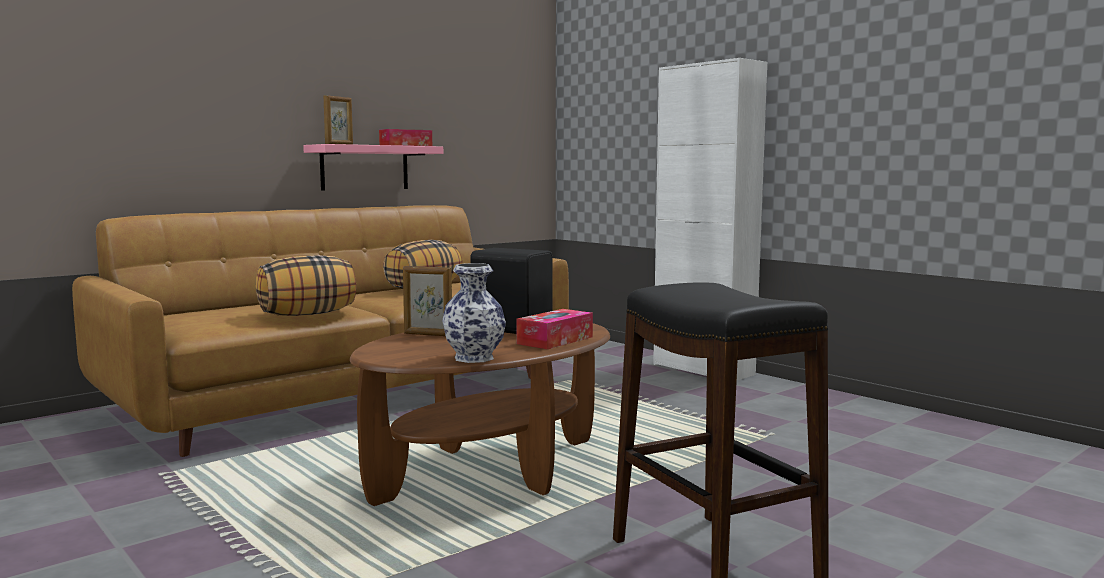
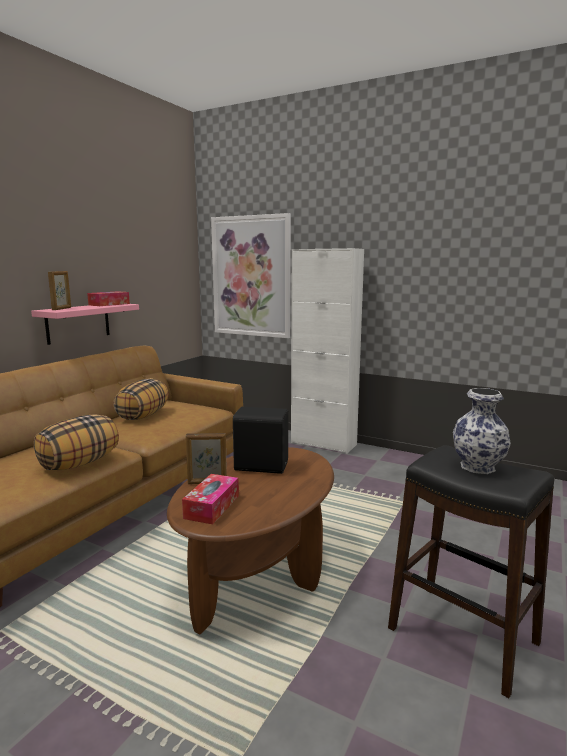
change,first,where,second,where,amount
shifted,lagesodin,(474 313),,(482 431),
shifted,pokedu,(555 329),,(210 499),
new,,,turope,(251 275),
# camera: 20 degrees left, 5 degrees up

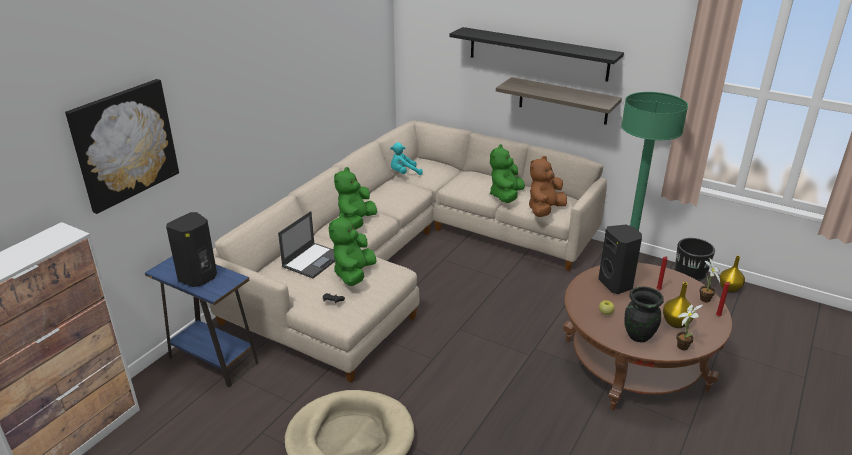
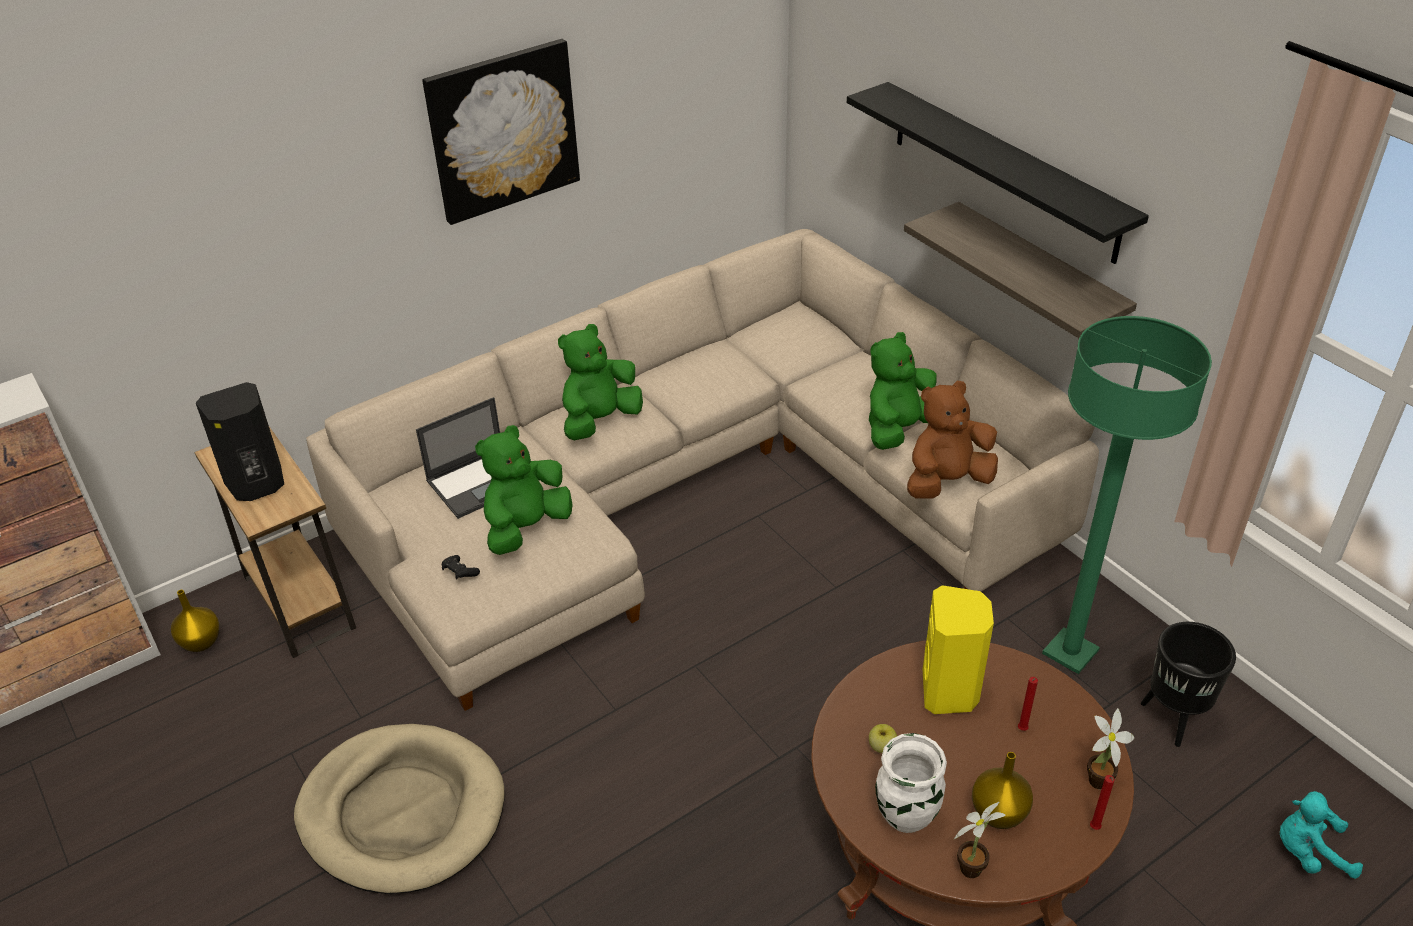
change,first,where,second,where,amount
shifted,turope,(122 146),,(501 132),
shifted,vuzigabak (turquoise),(406 158),,(1321 835),
repainted,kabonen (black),(620 259),kabonen (yellow),(958 649),
repainted,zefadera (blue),(202 321),zefadera (brown),(275 542),
shifted,lagesodin (yellow),(732 274),,(195 621),
repainted,lagesodin (black),(644 314),lagesodin (white),(911 783),
# camera: 25 degrees right, 10 degrees up

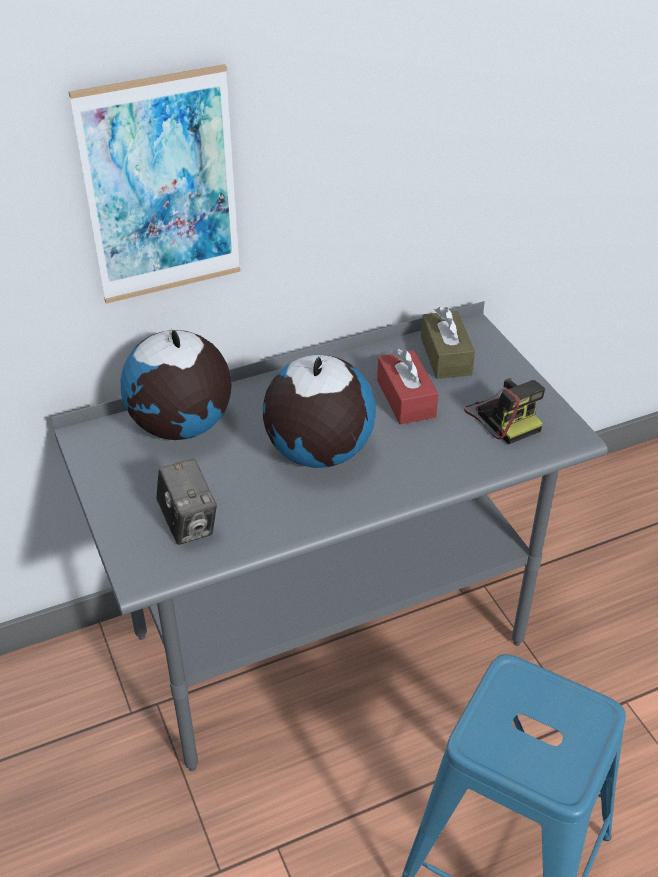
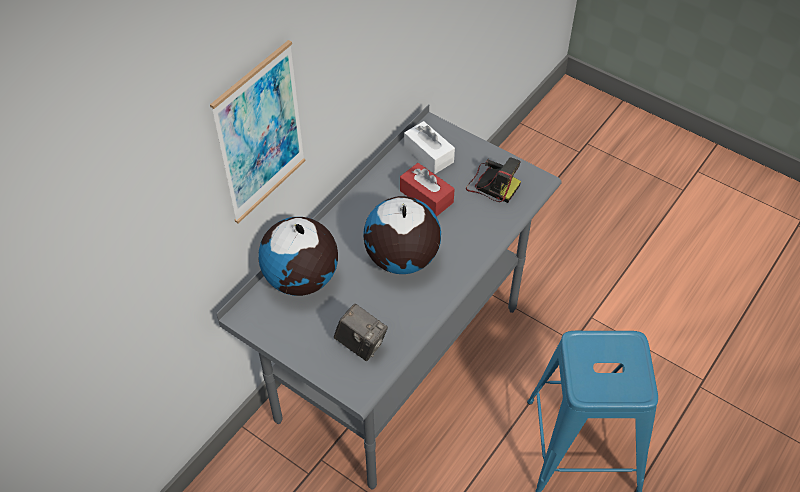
change,first,where,second,where,amount
repainted,pokedu (brown),(448 343),pokedu (white),(429 147),
# camera: 30 degrees left, 10 degrees up

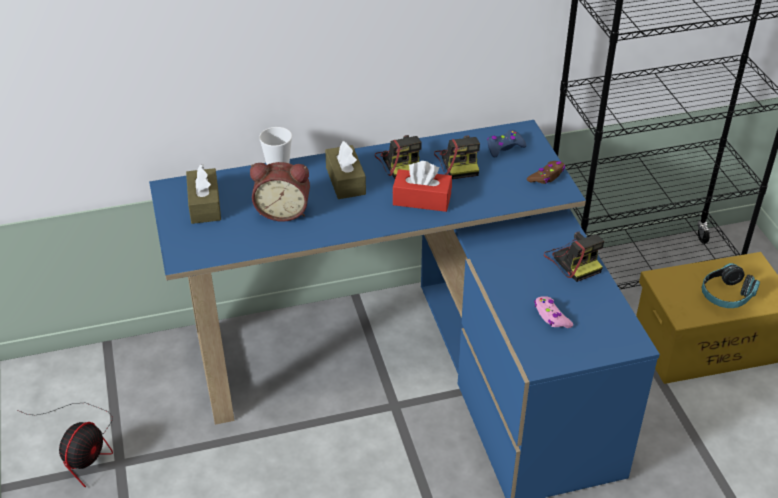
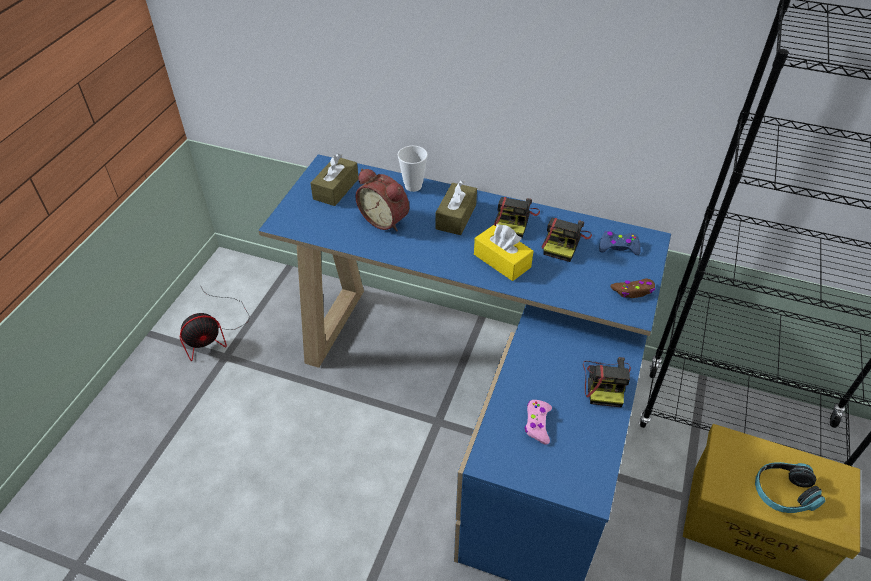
change,first,where,second,where,amount
repainted,pokedu (red),(422 186),pokedu (yellow),(503 252),
# camera: 35 degrees right, 5 degrees up

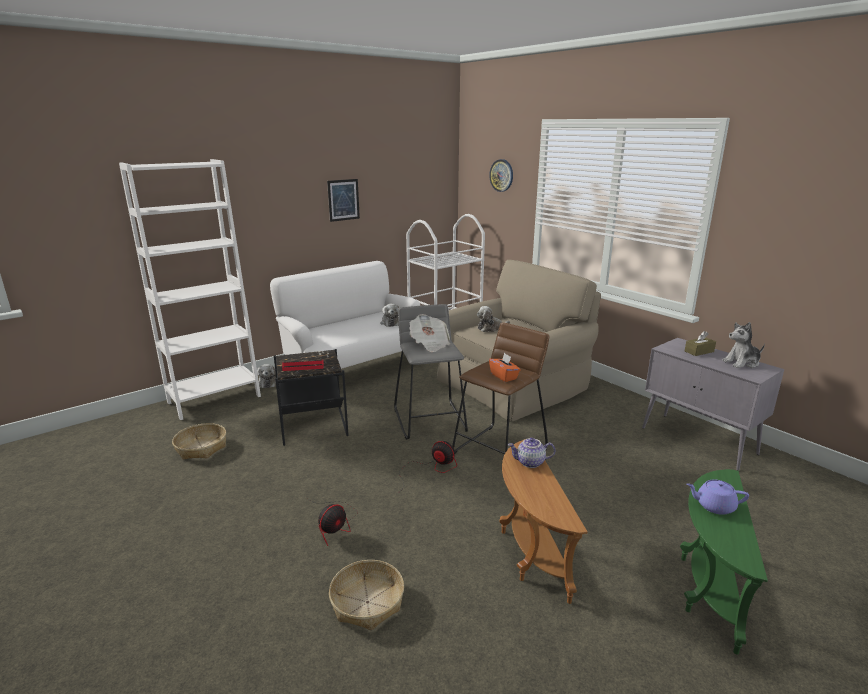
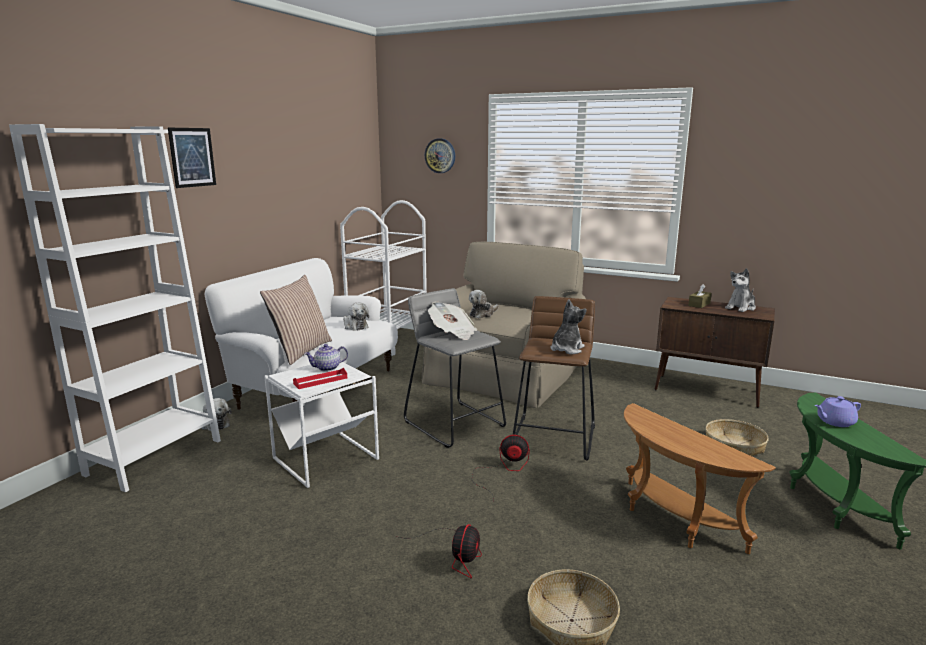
change,first,where,second,where,amount
shifted,turope,(343 200),,(192 158),
repainted,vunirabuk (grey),(713 404),vunirabuk (brown),(715 352),
repainted,zefadera (black),(311 397),zefadera (white),(321 425),
swapped,pokedu (orange),(505 367),vuzigabak,(569 327),
shifted,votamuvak,(199 441),,(736 437),
shifted,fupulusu,(531 453),,(326 357),
new,,,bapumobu,(296 320),
# camera: 25 degrees left, 5 degrees down

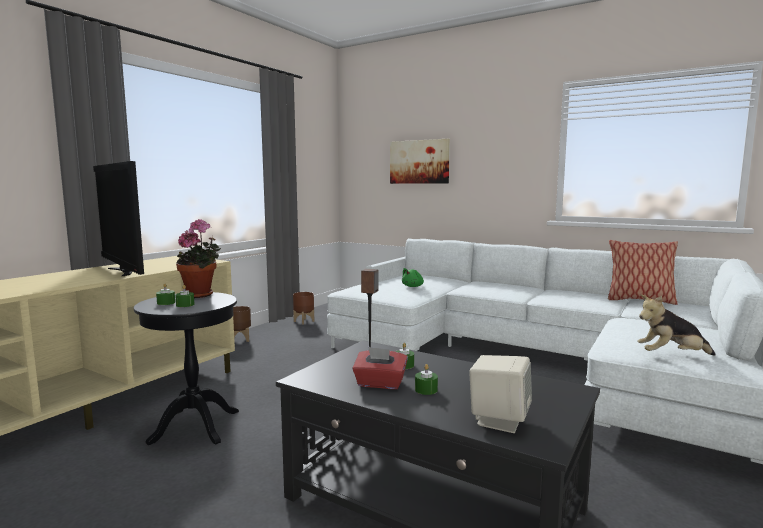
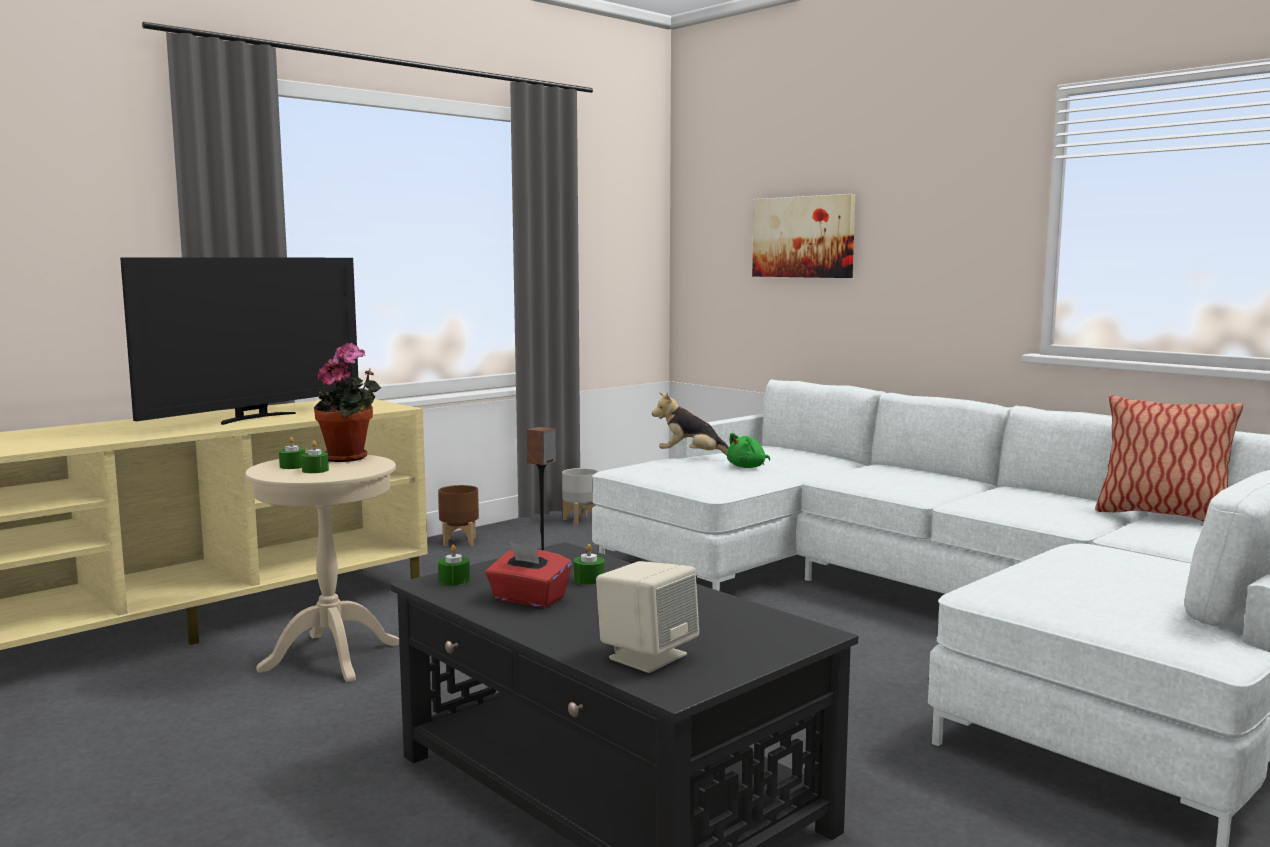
change,first,where,second,where,amount
rotated,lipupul,(118 218),,(239 341),120 degrees counterclockwise
repainted,zefadera (black),(186 368),zefadera (beige),(322 568),
repainted,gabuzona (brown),(303 308),gabuzona (grey),(580 496),
shifted,vuzigabak,(676 325),,(690 423),
shifted,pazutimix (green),(426 379),,(454 565),
# camera: 15 degrees right, 0 degrees up

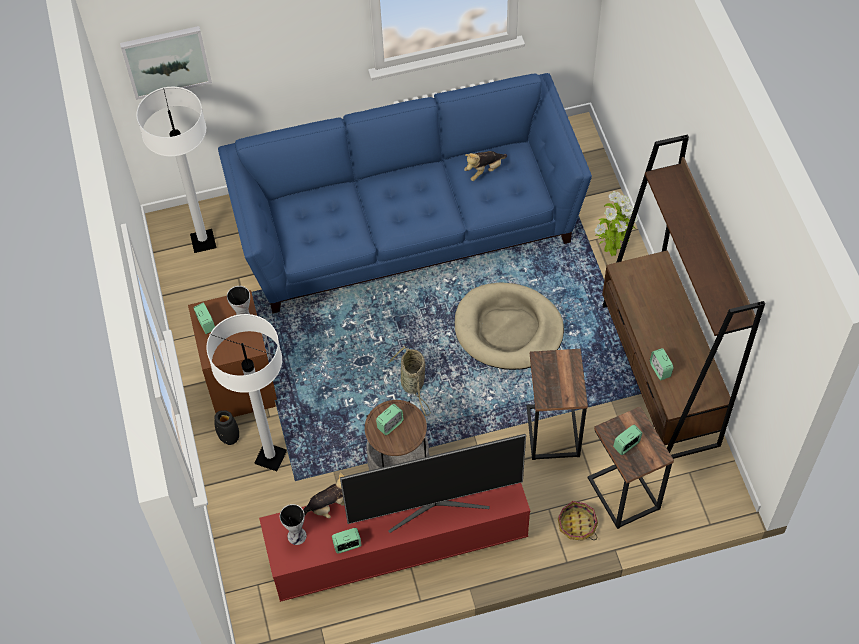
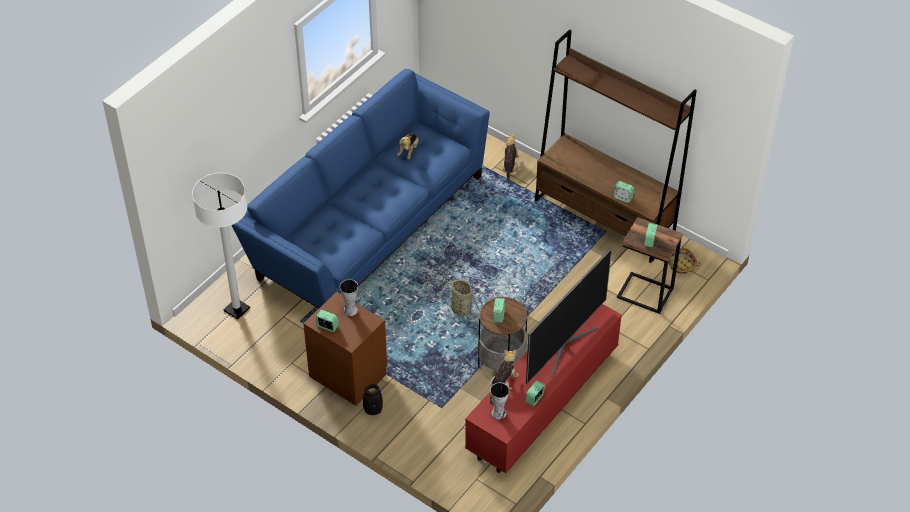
change,first,where,second,where,amount
gone,turope,(166 63),,,
swapped,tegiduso,(616 224),vuzigabak,(511 159),
gone,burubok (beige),(509 326),,,
gone,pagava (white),(246 392),,,
gone,zefadera,(557 404),,,
shifted,votamuvak,(578 521),,(684 261),
# camera: 40 degrees left, 10 degrees down

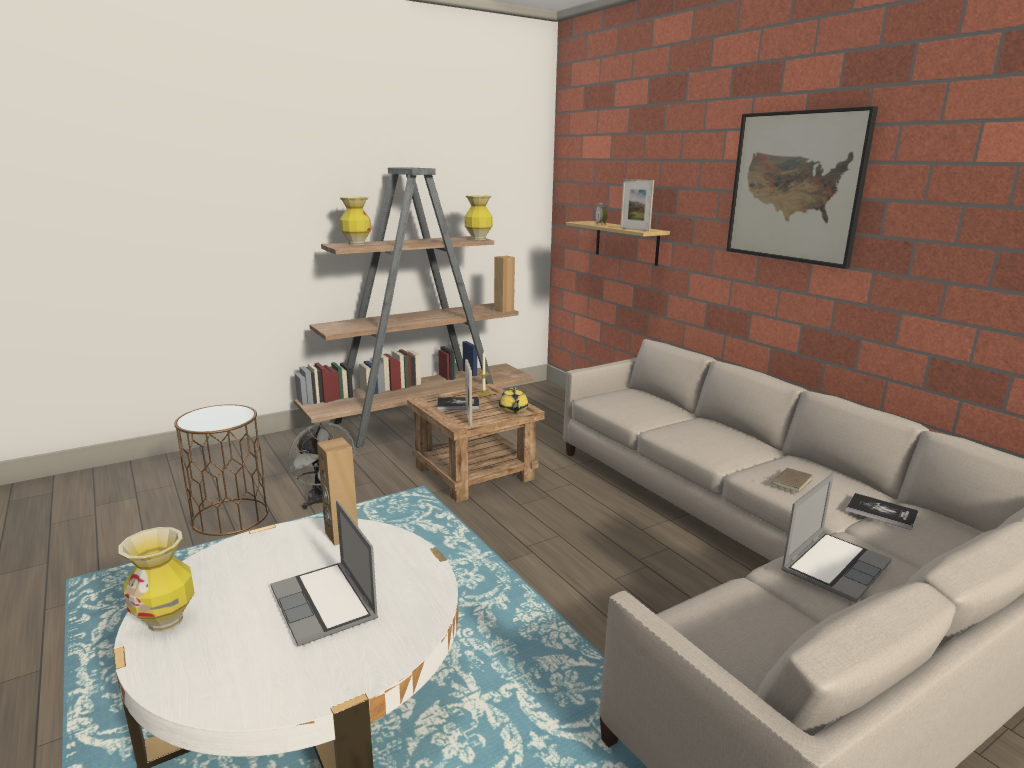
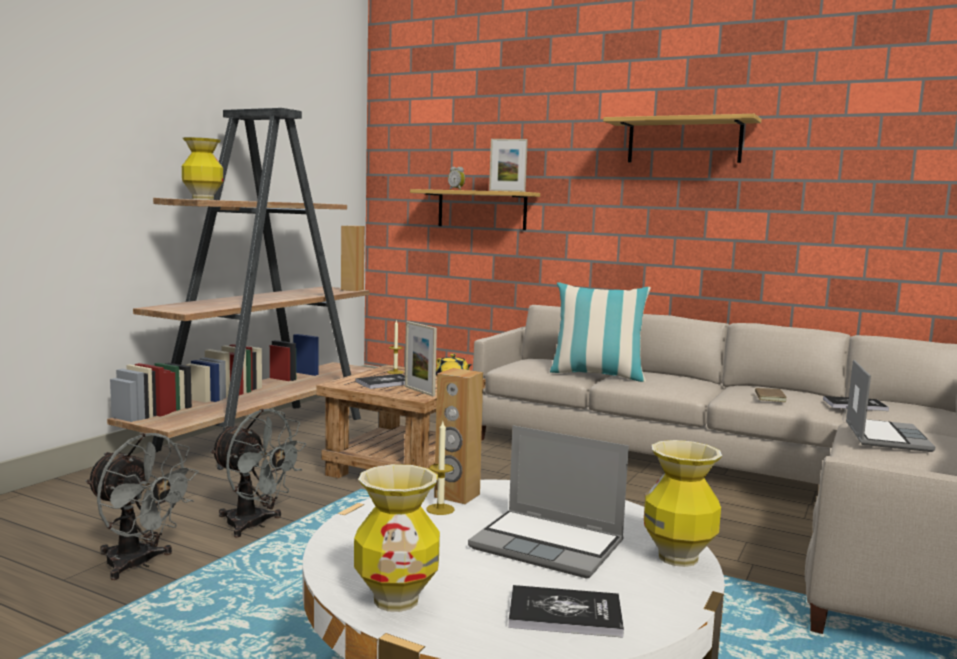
change,first,where,second,where,amount
swapped,turope,(802 187),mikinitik,(682 138),
shifted,lagesodin,(478 217),,(683 503),
swapped,zefadera (brown),(221 470),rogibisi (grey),(142 506),
new,,,bapumobu,(600 332),
new,,,pazutimix,(440 468),
new,,,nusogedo,(566 611),
# camera: 30 degrees left, 10 degrees down

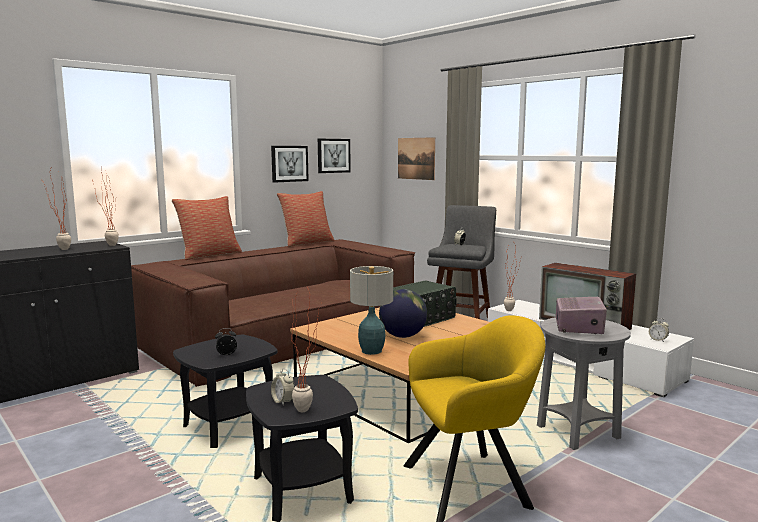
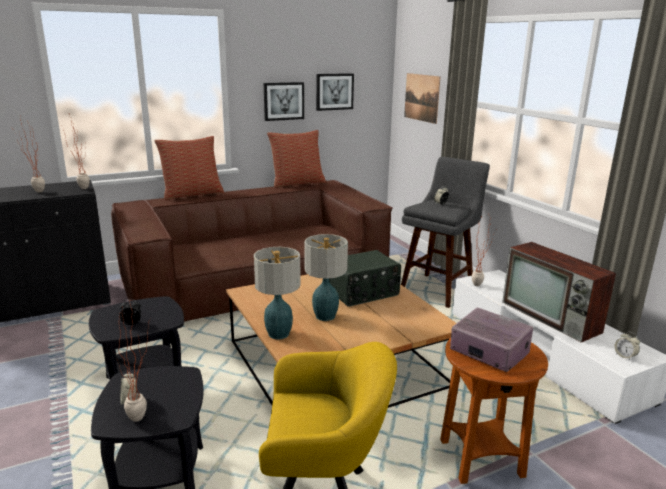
change,first,where,second,where,amount
swapped,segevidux,(403 313),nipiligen,(326 277),
rotated,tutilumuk,(581 315),,(491 340),75 degrees counterclockwise
repainted,zefadera (grey),(584 383),zefadera (brown),(494 411),
# camera: 15 degrees right, 10 degrees up

